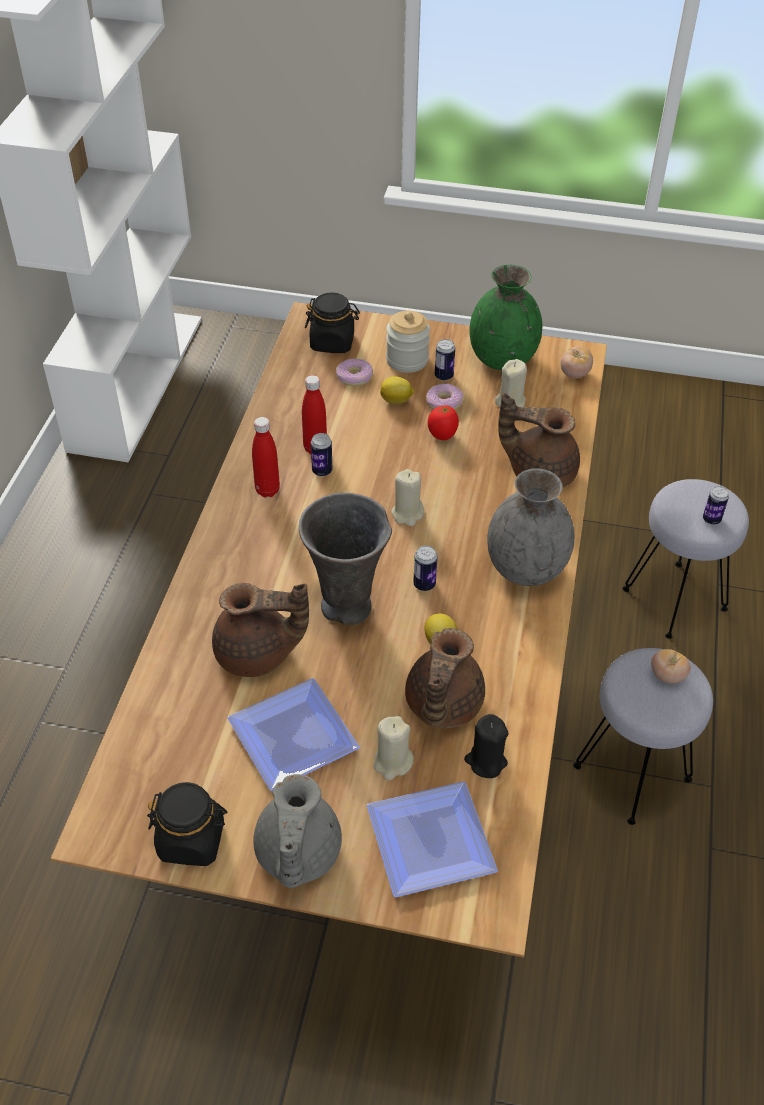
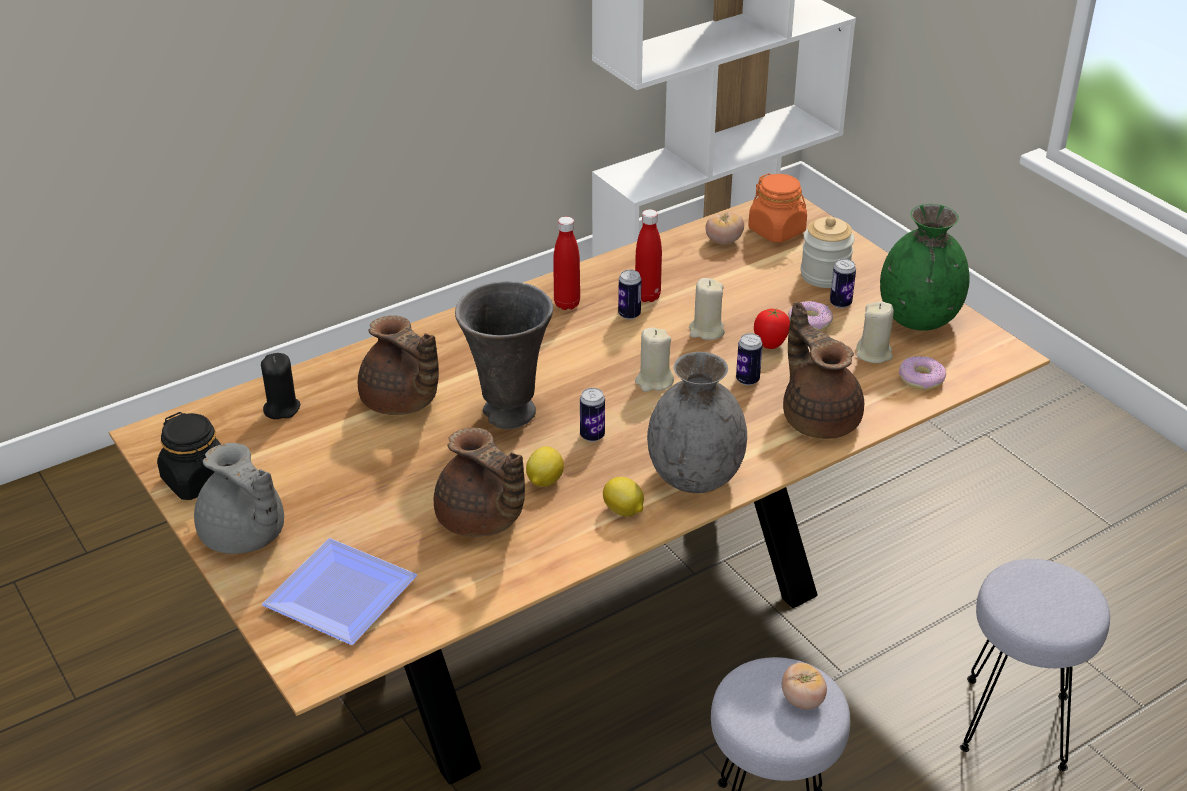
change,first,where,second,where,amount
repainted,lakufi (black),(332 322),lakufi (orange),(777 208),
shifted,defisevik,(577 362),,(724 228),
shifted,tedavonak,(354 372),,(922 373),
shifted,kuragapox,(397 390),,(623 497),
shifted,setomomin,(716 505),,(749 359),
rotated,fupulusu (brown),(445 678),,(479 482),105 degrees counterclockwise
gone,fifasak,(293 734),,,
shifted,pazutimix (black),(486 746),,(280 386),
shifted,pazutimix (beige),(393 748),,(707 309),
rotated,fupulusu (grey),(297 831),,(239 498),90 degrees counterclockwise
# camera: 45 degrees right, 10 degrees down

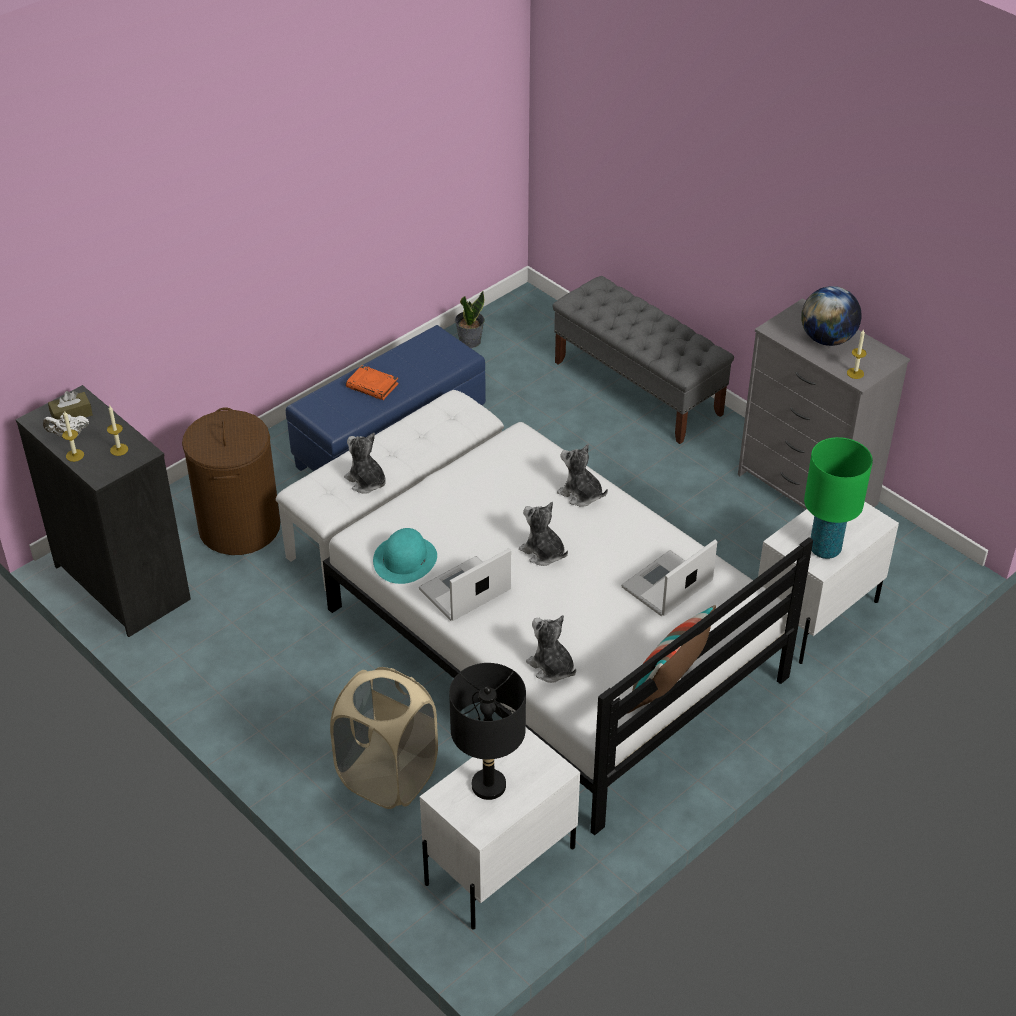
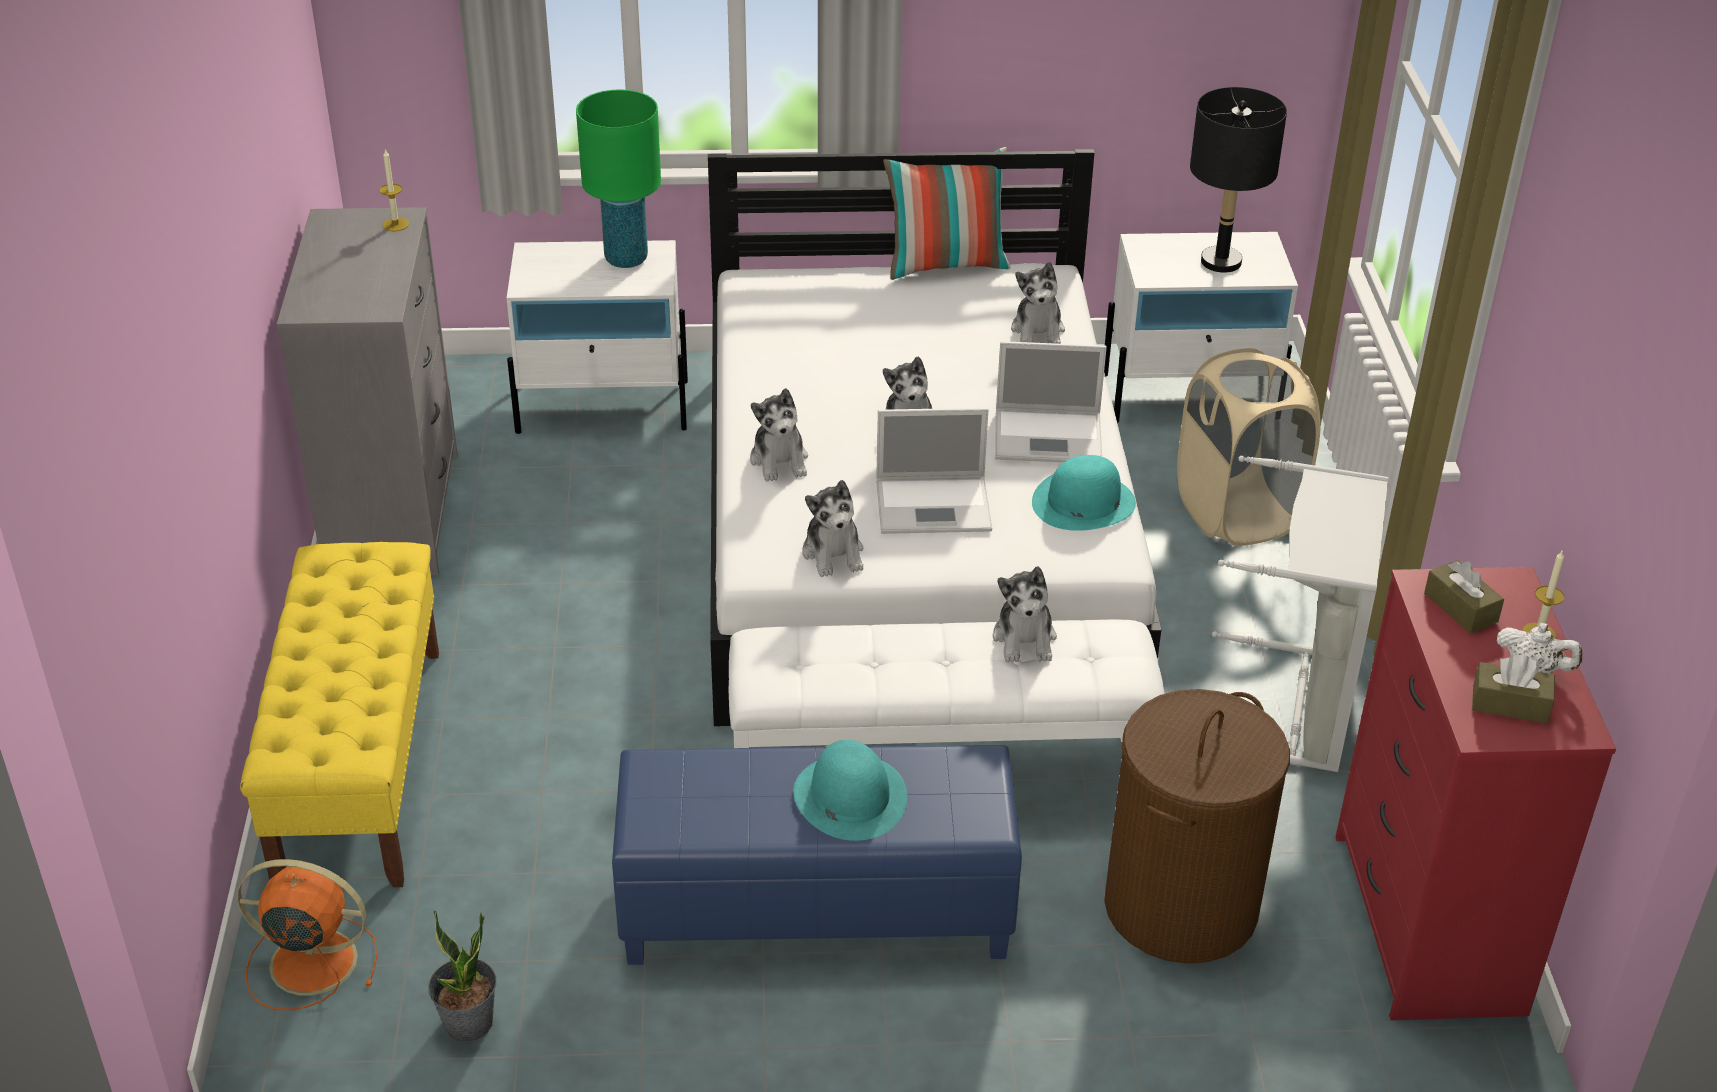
change,first,where,second,where,amount
repainted,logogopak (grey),(643 360),logogopak (yellow),(339 714),
gone,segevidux,(831 316),,,
swapped,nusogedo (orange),(372 382),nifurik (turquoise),(850 790),
repainted,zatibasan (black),(103 511),zatibasan (red),(1476 793),
swapped,pazutimix,(117 431),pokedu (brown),(1464 596),
shifted,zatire,(669 578),,(934 471),
new,,,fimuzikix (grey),(1300 614),
new,,,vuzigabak,(832 528),
new,,,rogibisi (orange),(307 935),
# camera: 140 degrees left, 5 degrees down

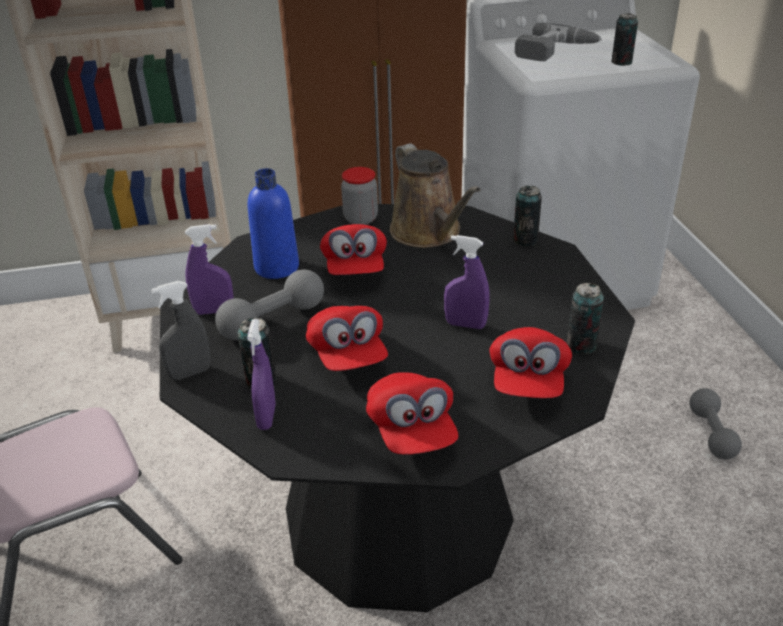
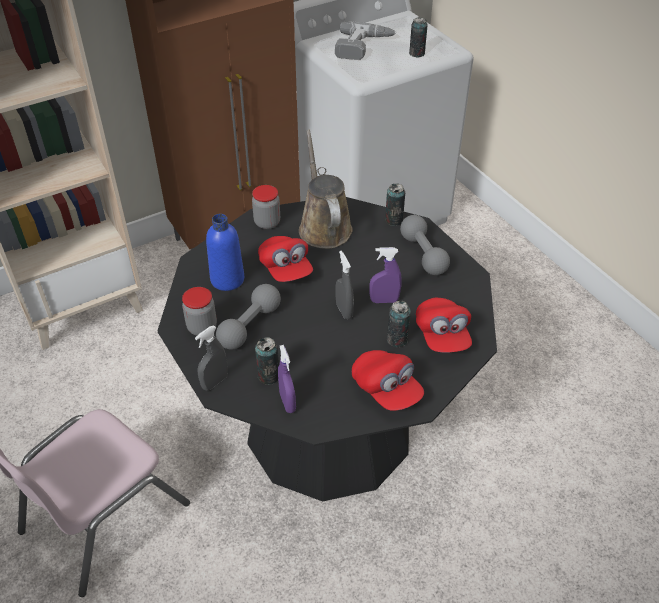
change,first,where,second,where,amount
rotated,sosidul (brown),(435 195),,(326 189),150 degrees counterclockwise
swapped,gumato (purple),(209 269),lakufi,(199 311),
shifted,setomomin,(585 318),,(399 324),
gone,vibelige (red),(347 338),,,
shifted,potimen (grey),(716 424),,(425 245),
new,,,gumato (grey),(345 285),
# camera: 20 degrees left, 10 degrees up

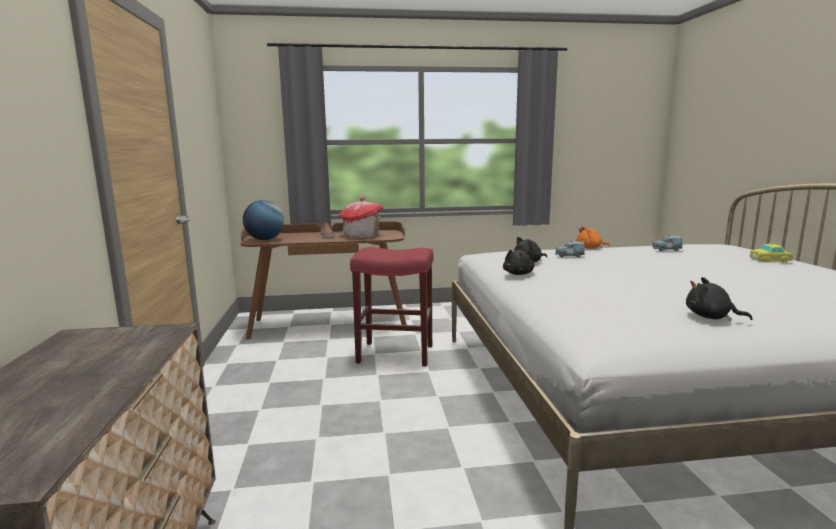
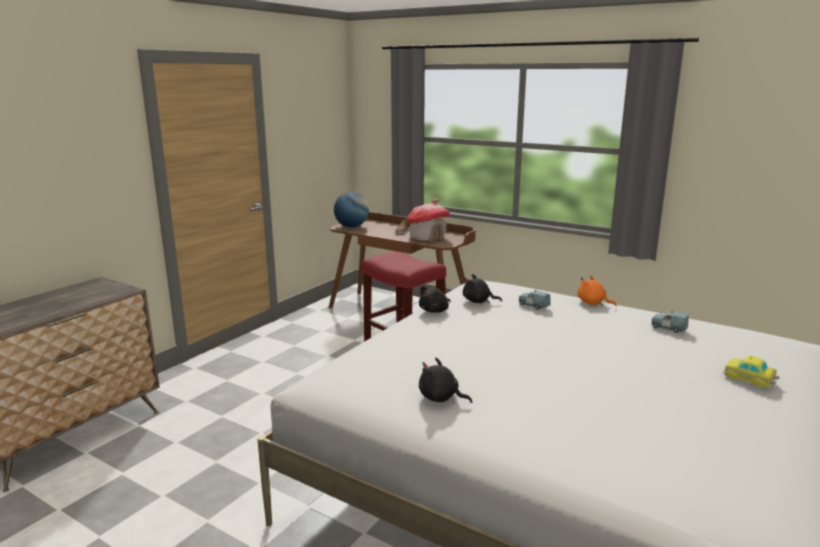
change,first,where,second,where,amount
rotated,vuzigabak (black),(719 299),,(445 381),45 degrees counterclockwise
# camera: 40 degrees right, 5 degrees up

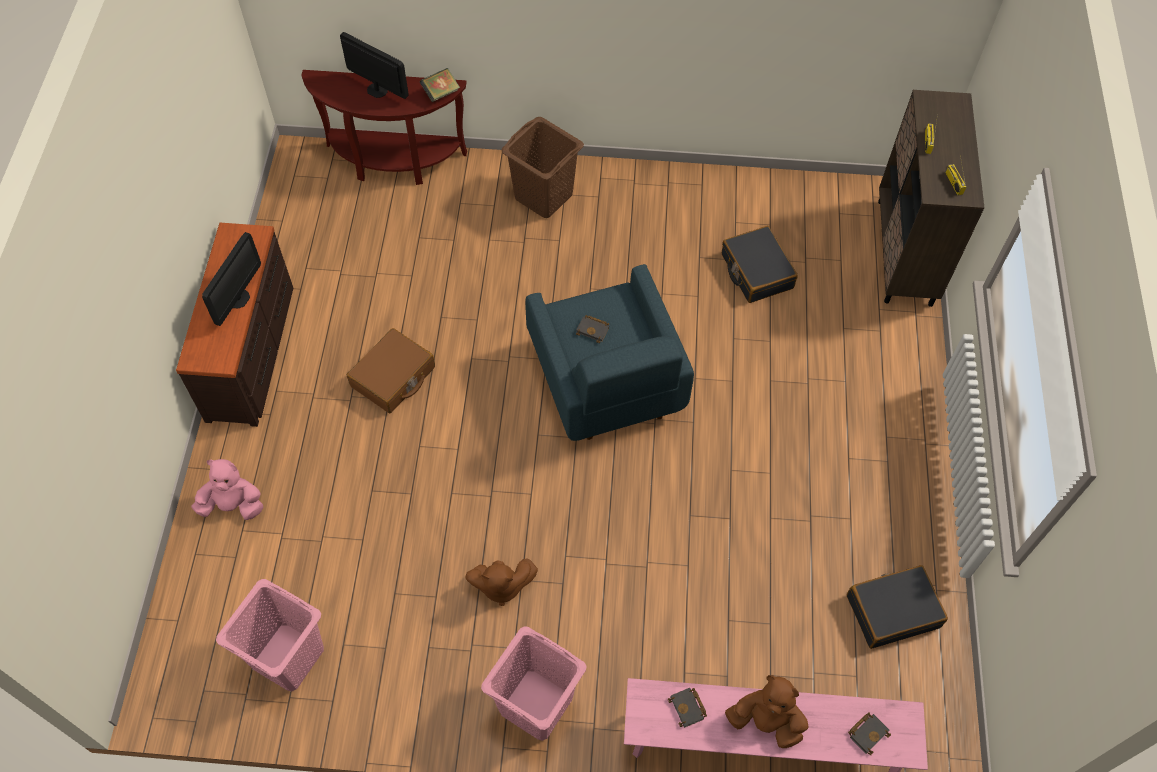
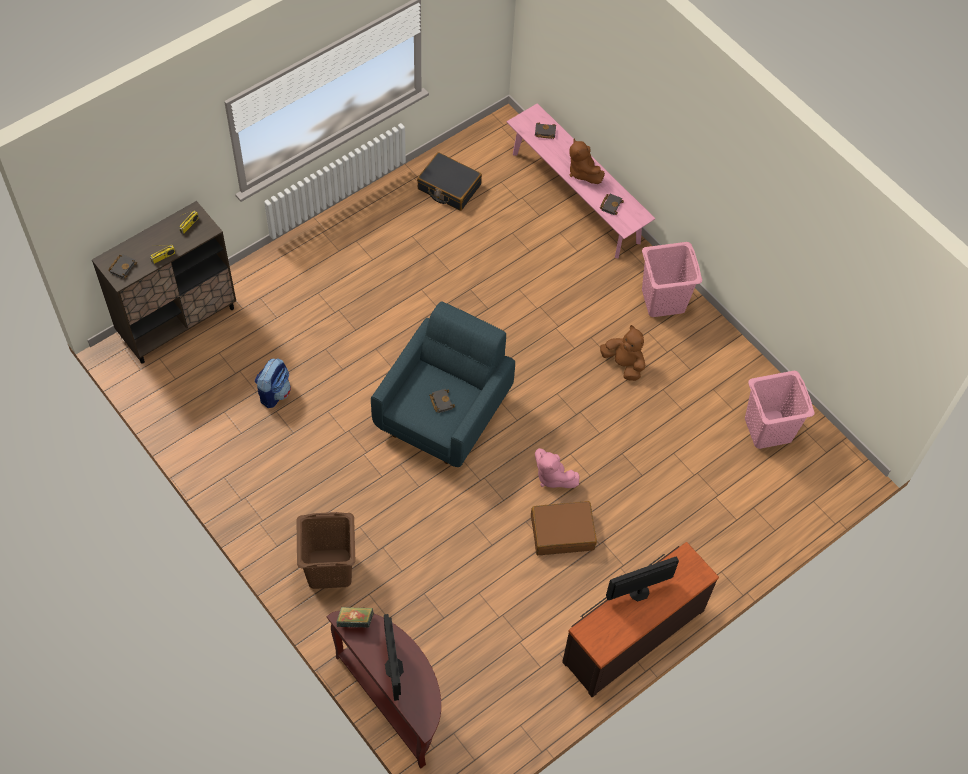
change,first,where,second,where,amount
swapped,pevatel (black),(760 264),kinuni,(273 383),
shifted,vuzigabak (pink),(227 489),,(557 468),
new,,,nusogedo (black),(122 266),
# camera: 135 degrees left, 0 degrees up

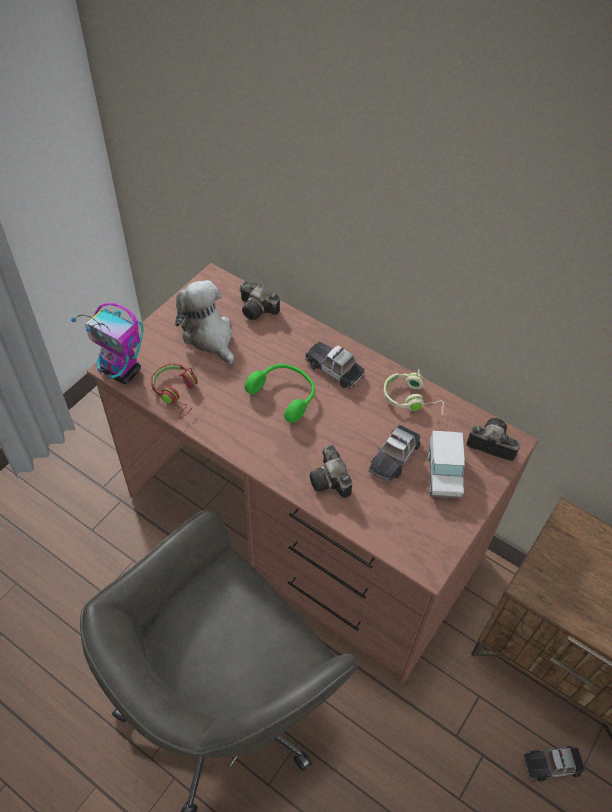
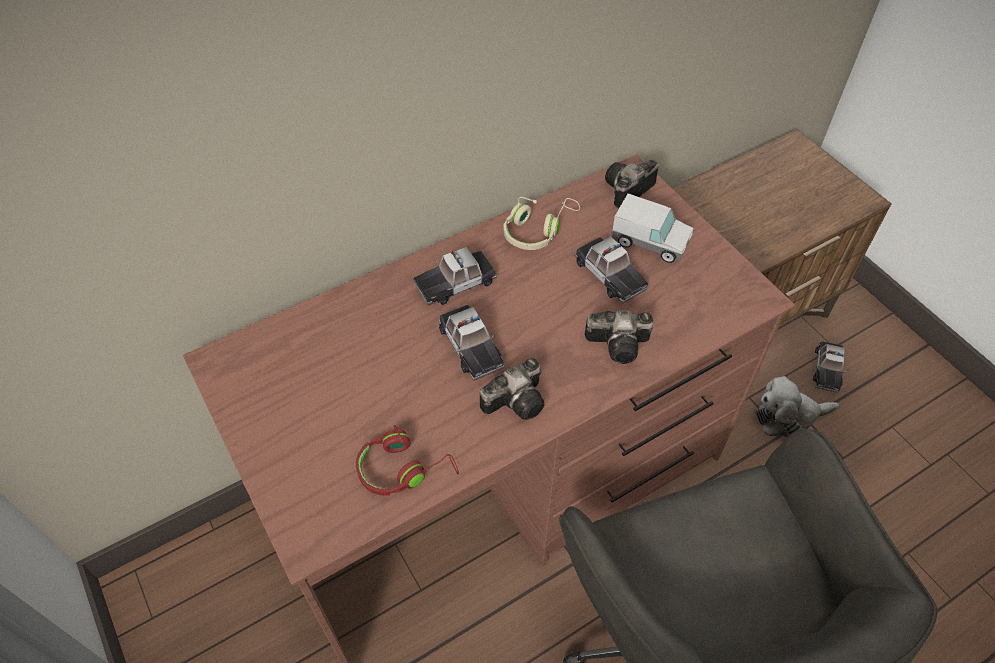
change,first,where,second,where,amount
shifted,vuzigabak,(204 322),,(797 407),
shifted,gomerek,(260 300),,(512 389),
gone,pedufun,(107 343),,,
swapped,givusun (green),(279 393),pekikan,(471 343),
# camera: 65 degrees left, 0 degrees up

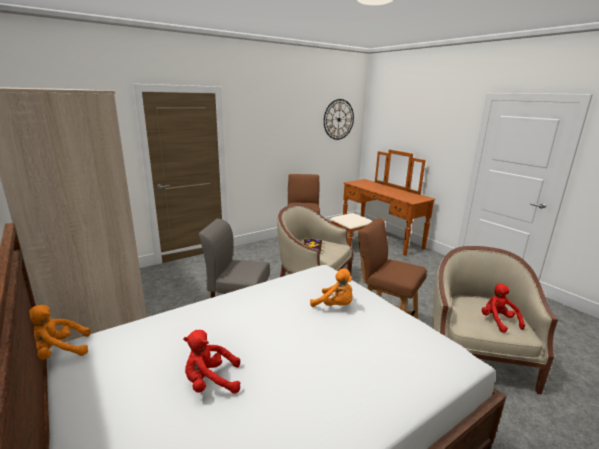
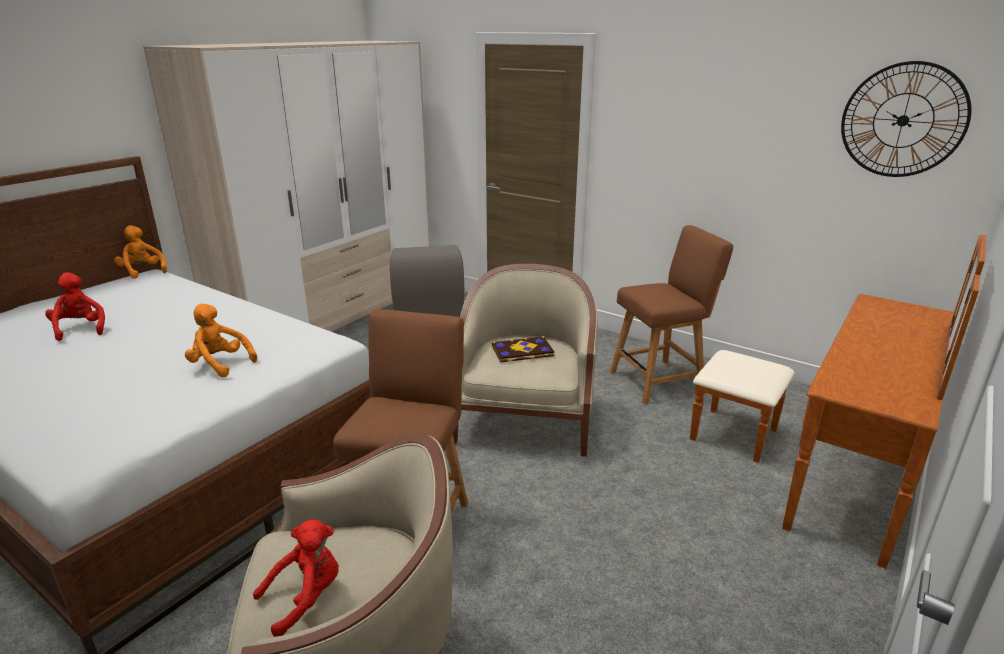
change,first,where,second,where,amount
rotated,vuzigabak (orange),(331 288),,(221 340),105 degrees clockwise
# camera: 70 degrees right, 5 degrees up

